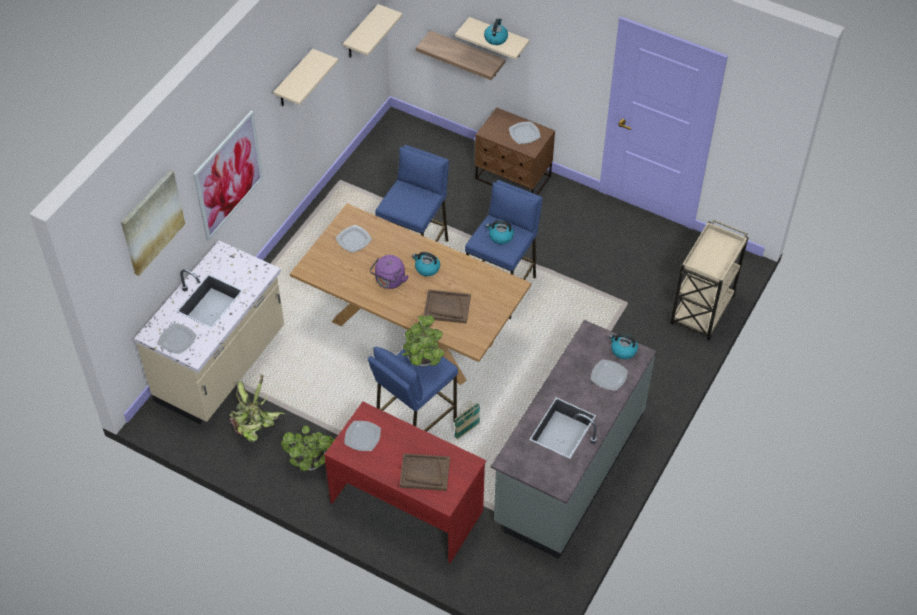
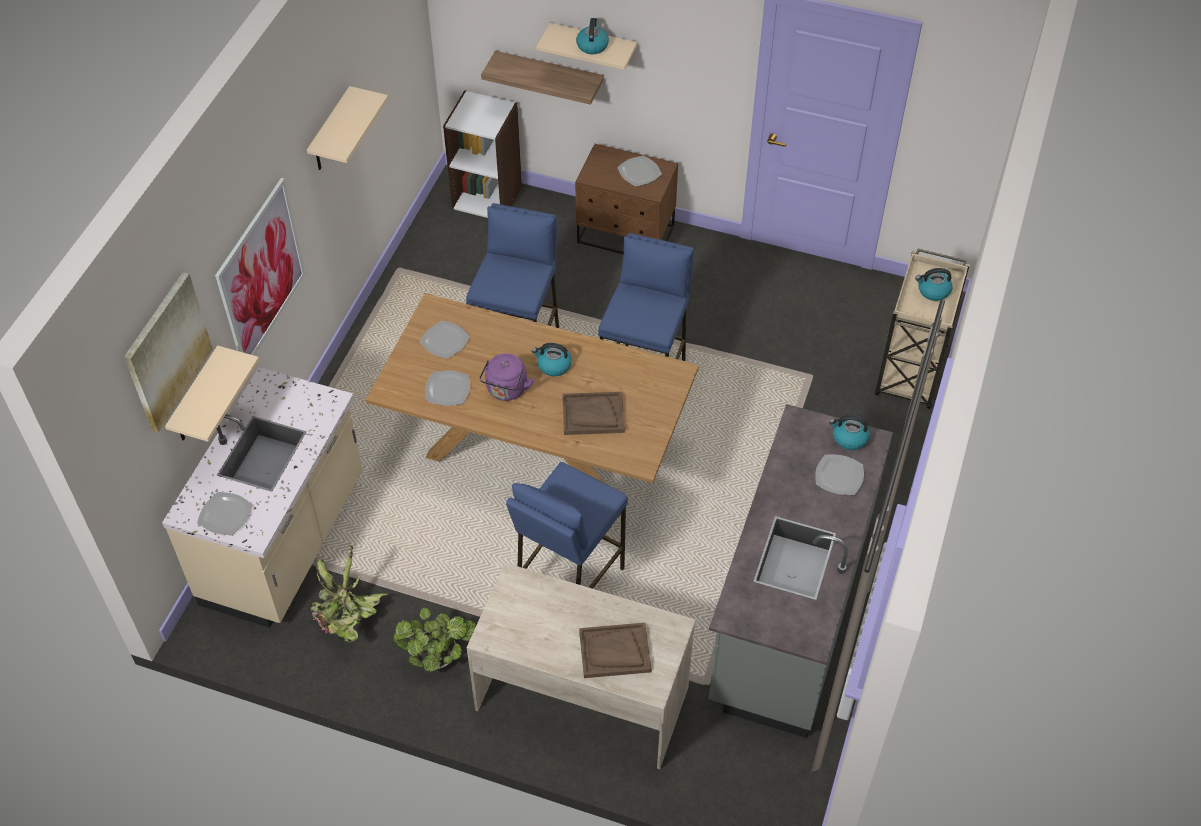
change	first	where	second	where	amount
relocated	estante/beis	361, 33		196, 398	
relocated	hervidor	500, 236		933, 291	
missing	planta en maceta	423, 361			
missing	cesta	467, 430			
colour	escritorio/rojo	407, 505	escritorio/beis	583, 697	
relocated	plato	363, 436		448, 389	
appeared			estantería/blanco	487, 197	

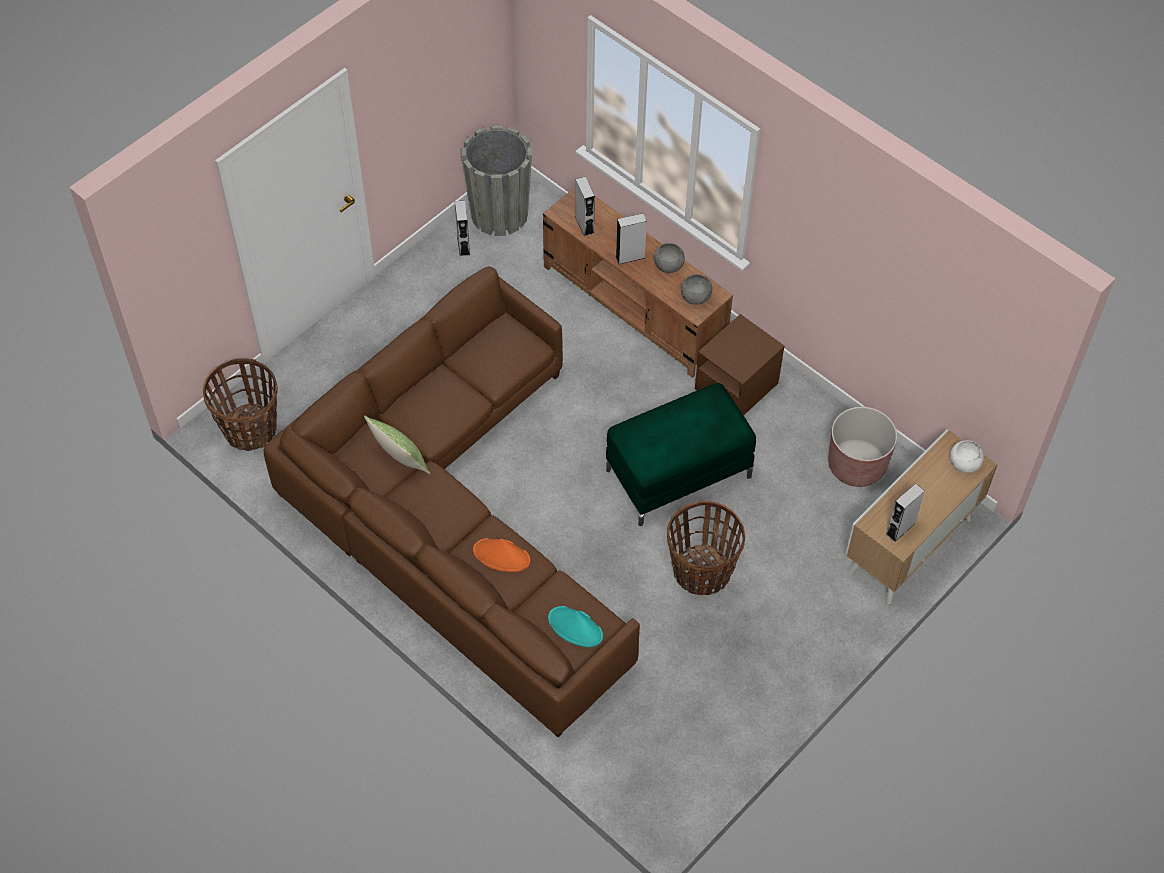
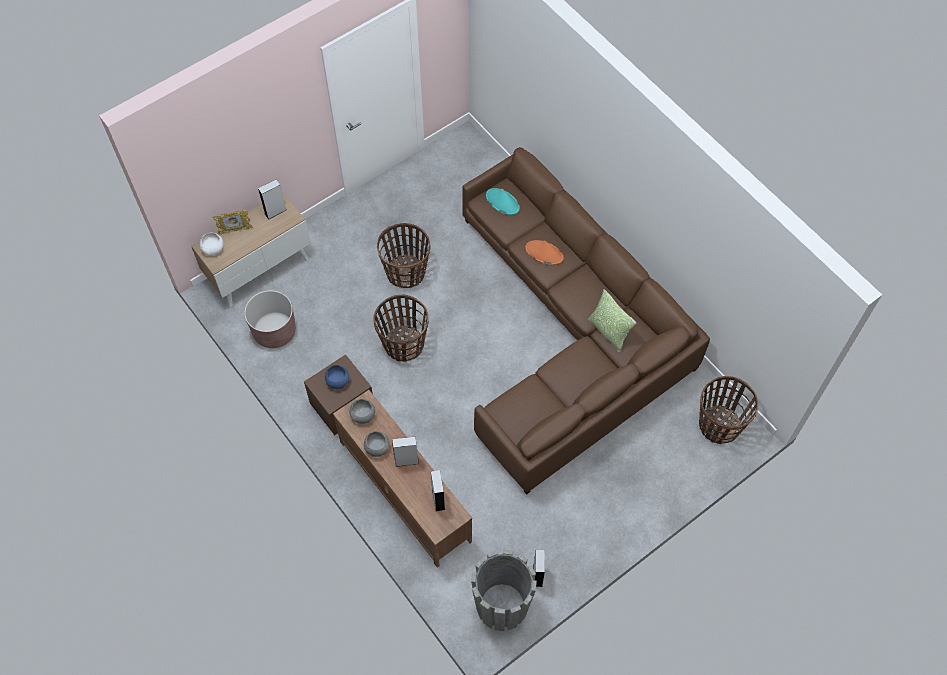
change	first	where	second	where	amount
exchanged	puf/verde	679, 472	cesta	403, 344	
appeared			portarretratos	235, 230	
appeared			cuenco/azul	338, 381	

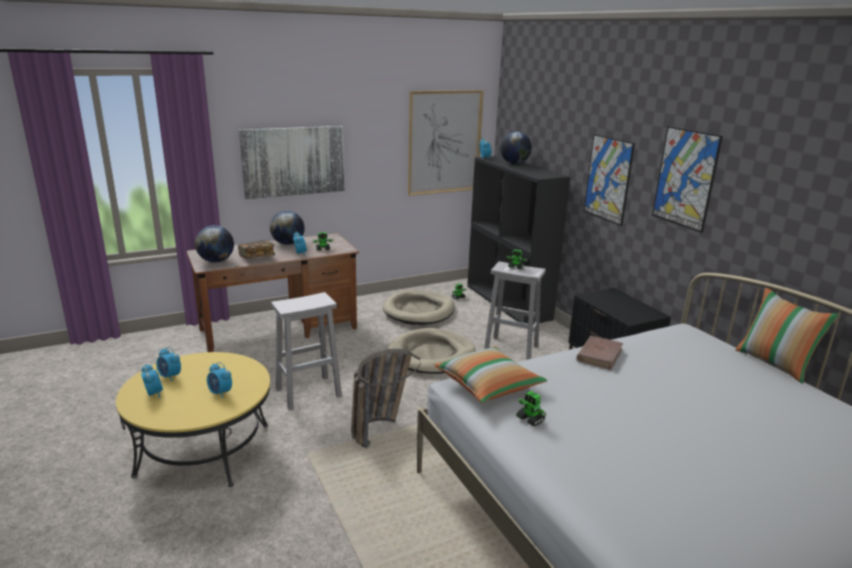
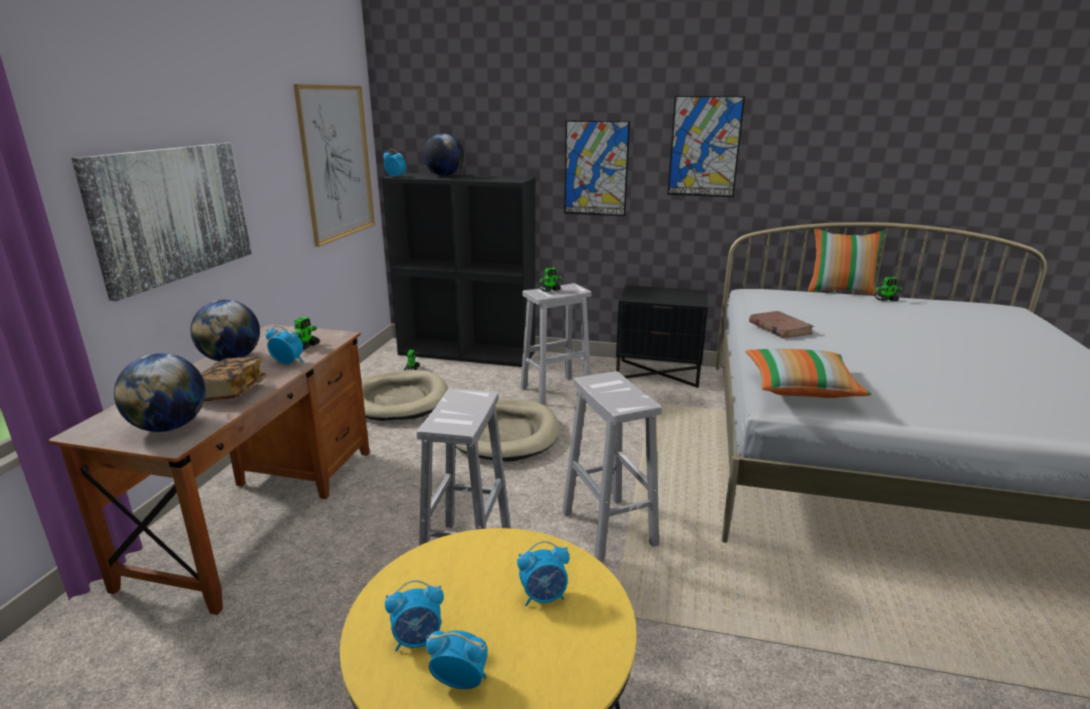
change	first	where	second	where	amount
exchanged	cesta	380, 426	taburete/blanco	610, 529	
relocated	robot de juguete	530, 419		886, 300	

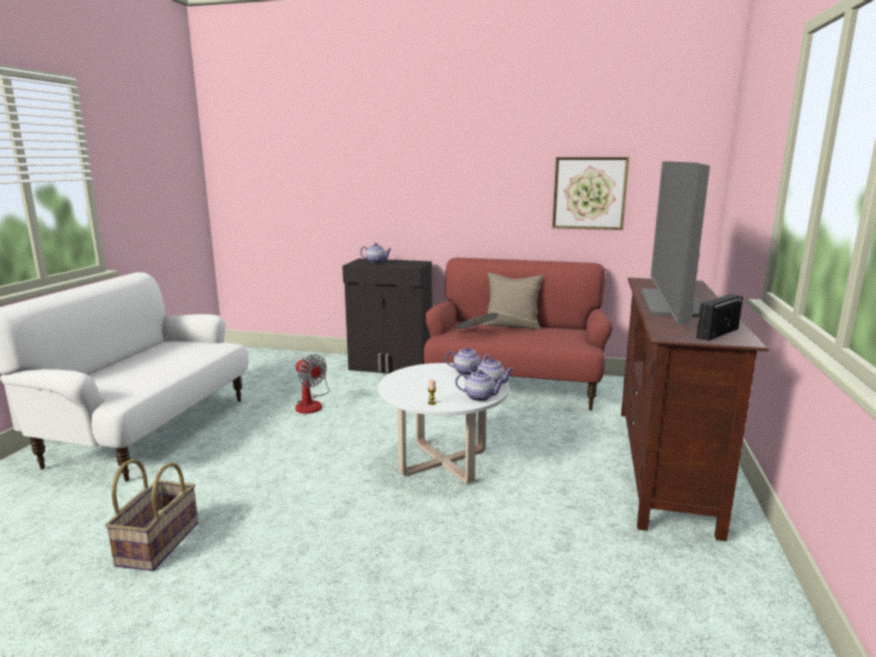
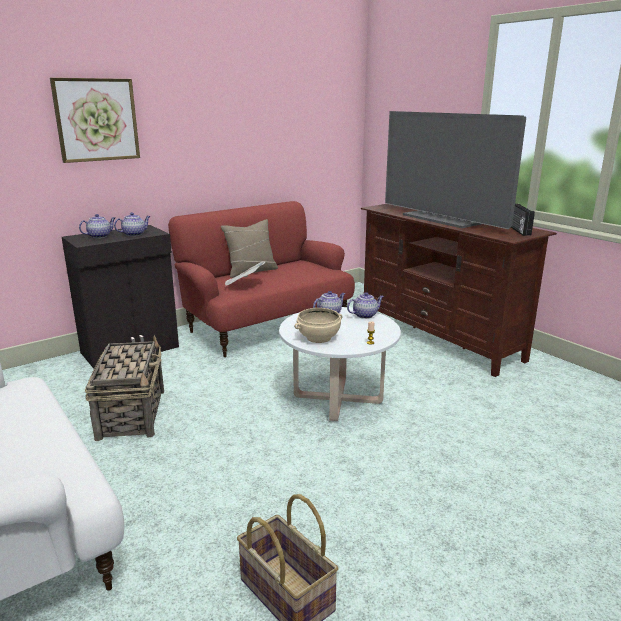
change	first	where	second	where	amount
relocated	cuadro	589, 193		96, 120	
exchanged	ventilador	311, 404	cesta	132, 413	
relocated	tetera	480, 397		134, 234	
appeared			cuenco/beis	318, 337	

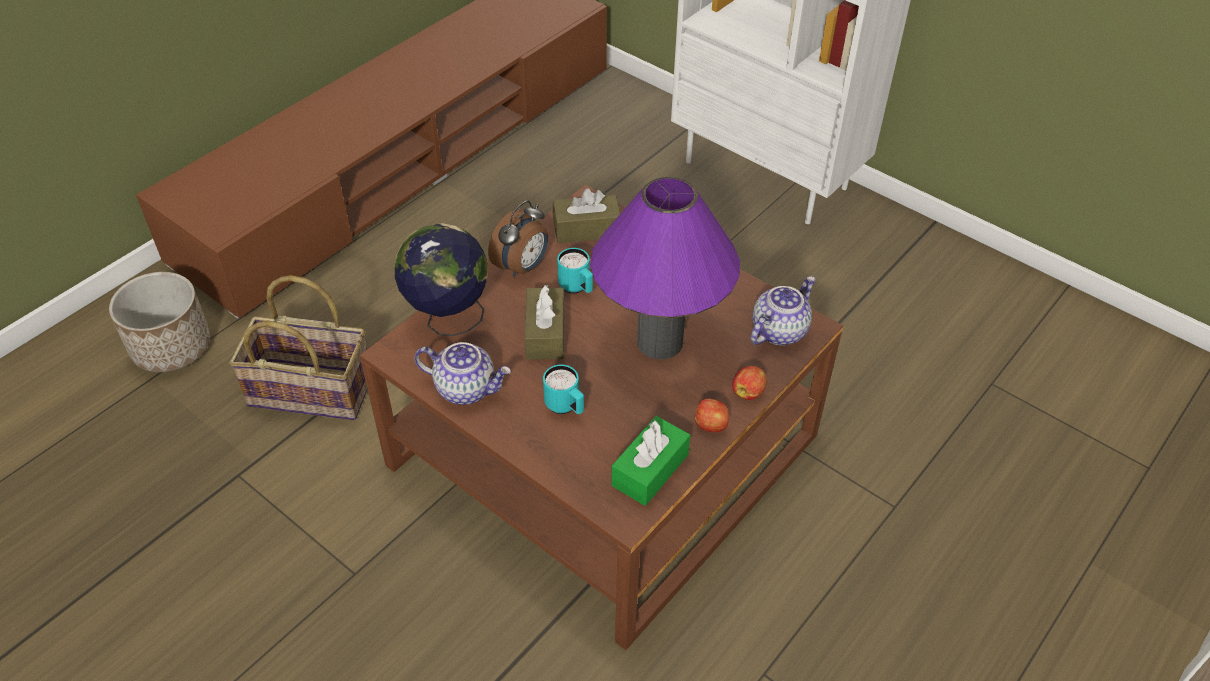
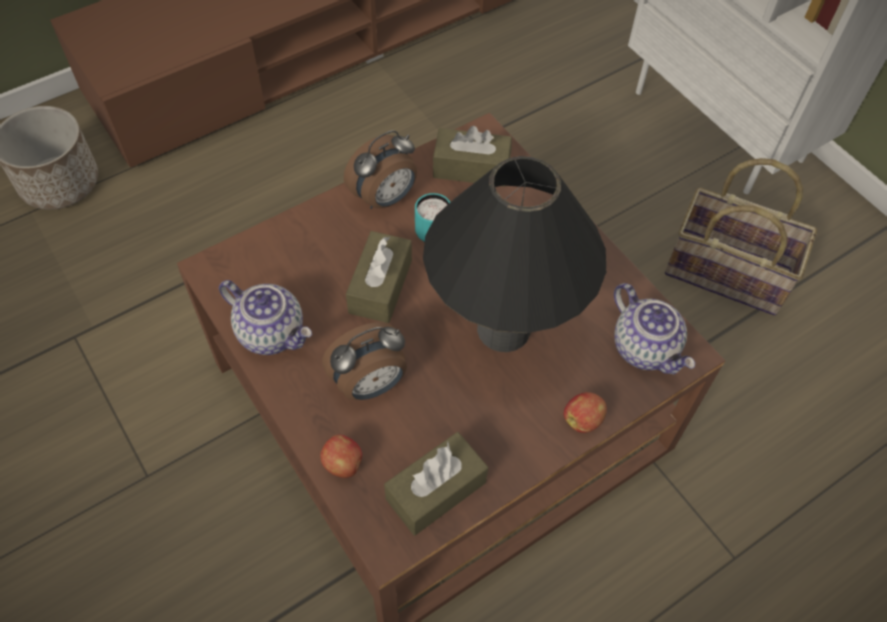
change	first	where	second	where	amount
colour	lámpara de mesa/morado	660, 342	lámpara de mesa/negro	503, 329	
missing	globo terráqueo	448, 320			
relocated	cesta	312, 389		728, 271	
spun	tetera	778, 330		646, 348	90 degrees clockwise
exchanged	taza grande/turquesa	565, 407	despertador	370, 384	
relocated	manzana	711, 425		343, 464	
colour	caja de pañuelos/verde	650, 470	caja de pañuelos/marrón	436, 490	

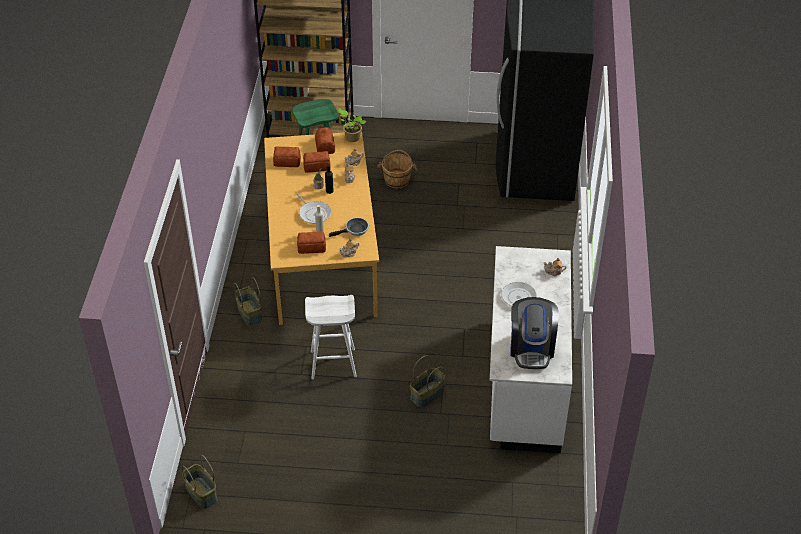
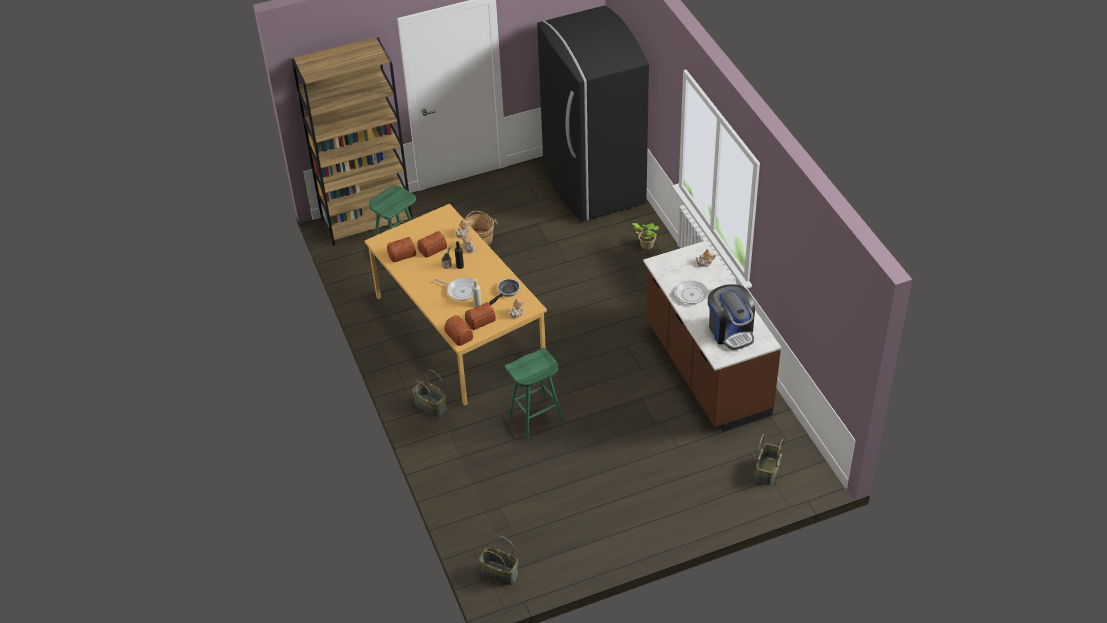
change	first	where	second	where	amount
relocated	planta en maceta	351, 137		645, 245	
relocated	pan	325, 145		459, 334	
colour	mueble bajo de cocina/blanco	524, 382	mueble bajo de cocina/marrón	705, 370	
colour	taburete/blanco	332, 364	taburete/verde	535, 420	
relocated	cesta	427, 395		768, 471	

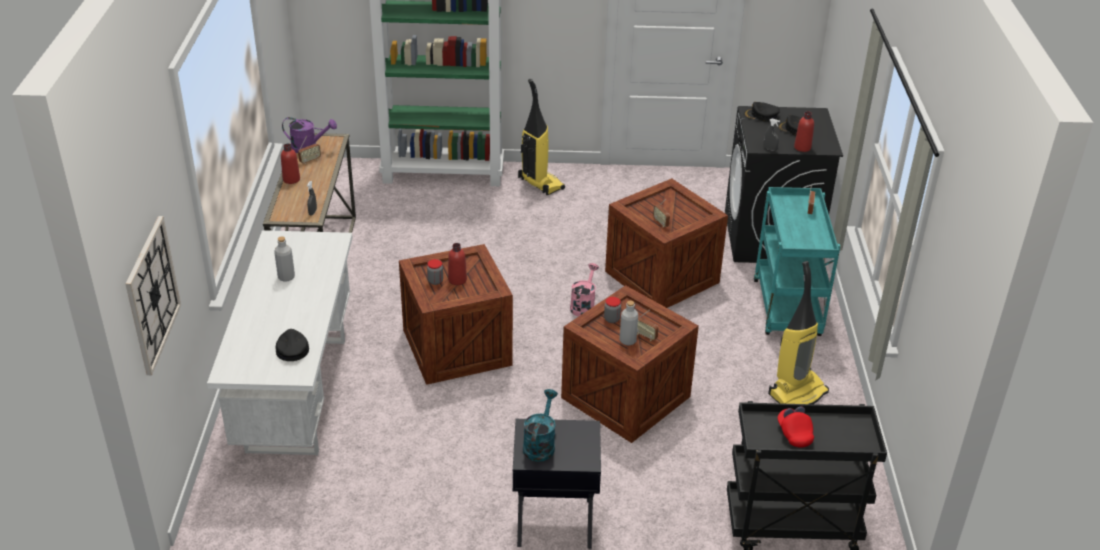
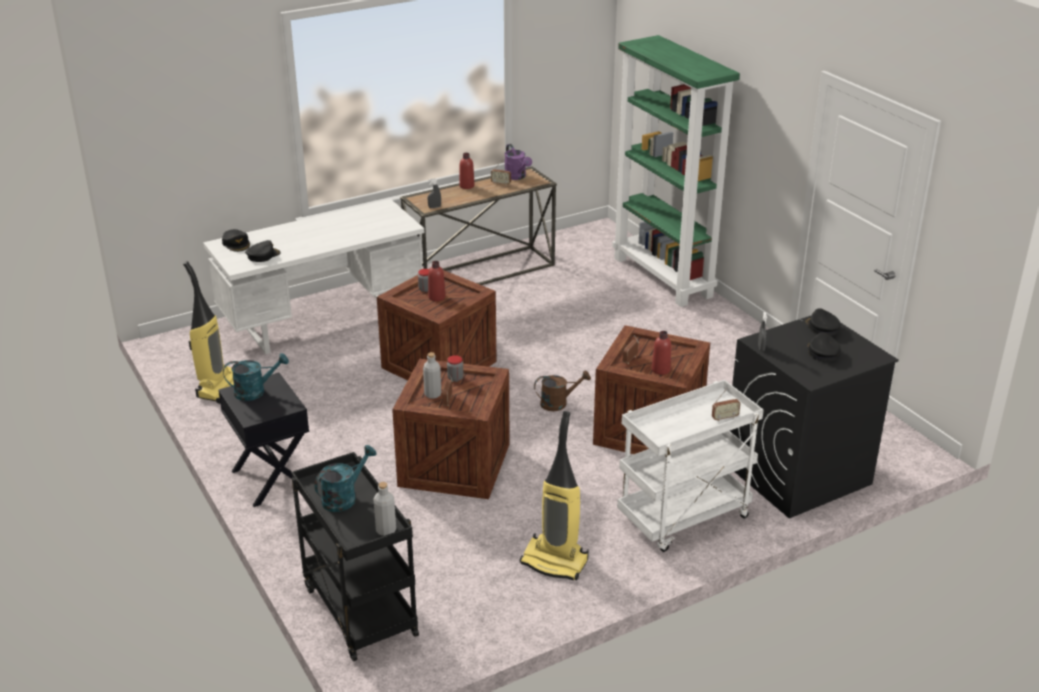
change	first	where	second	where	amount
relocated	aspiradora	540, 184		220, 387	
relocated	botella/rojo	802, 147		660, 370	
colour	carrito/turquesa	788, 310	carrito/blanco	683, 519	
missing	reloj de pared	152, 294			
relocated	botella/gris	286, 277		386, 530	
colour	regadera/rosa	583, 305	regadera/marrón	558, 403	
exchanged	gorra/rojo	794, 433	regadera/turquesa	344, 497	
appeared			gorra/negro	236, 244	

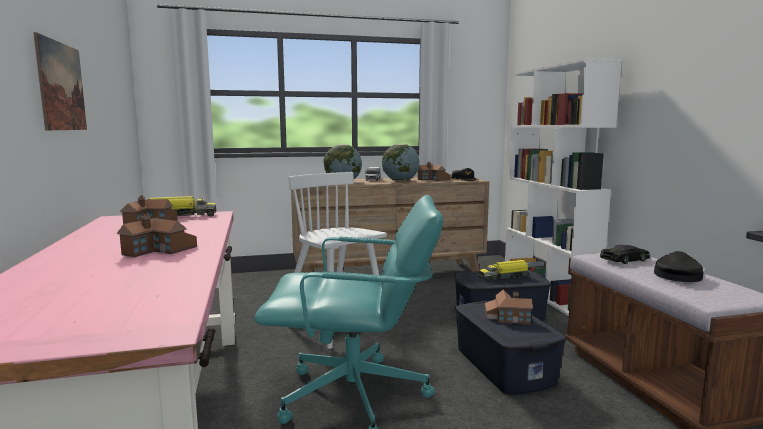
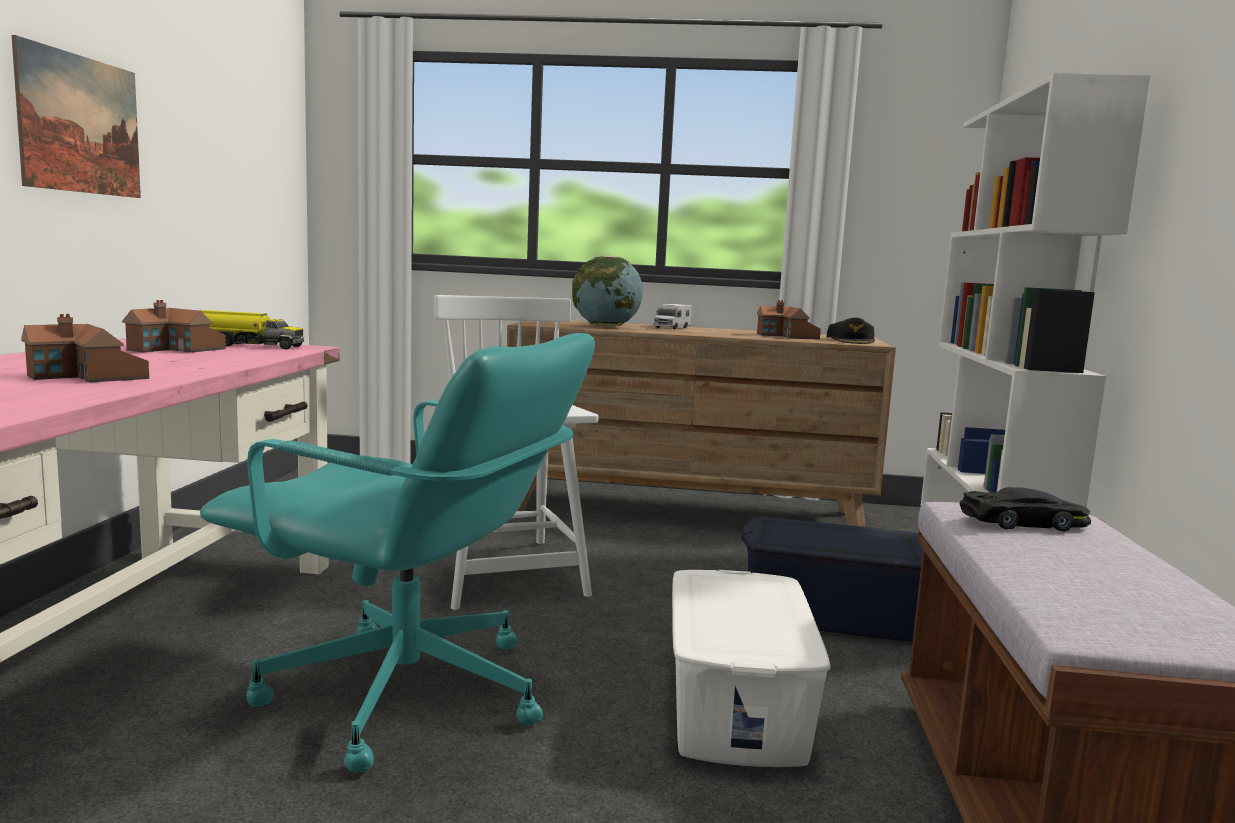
change	first	where	second	where	amount
missing	globo terráqueo	400, 181			
missing	gorra/negro	677, 275			
missing	camión de juguete	504, 277			
missing	casita	506, 317			
colour	caja de almacenaje/azul	504, 365	caja de almacenaje/blanco	737, 705	

